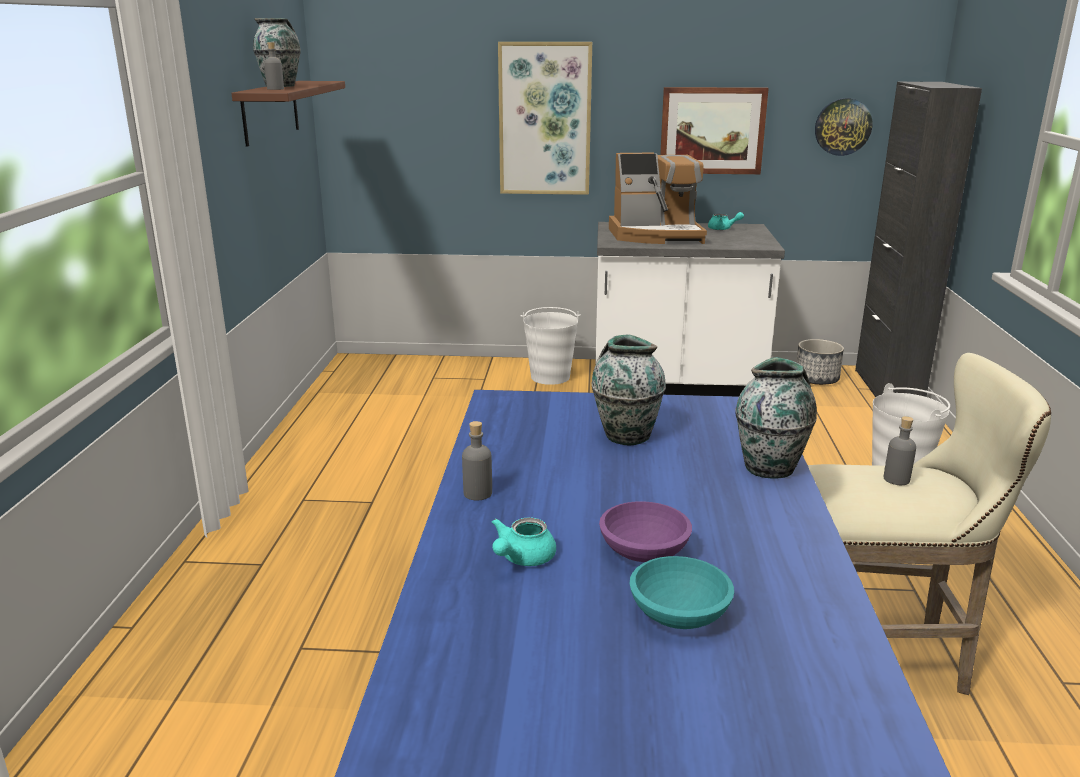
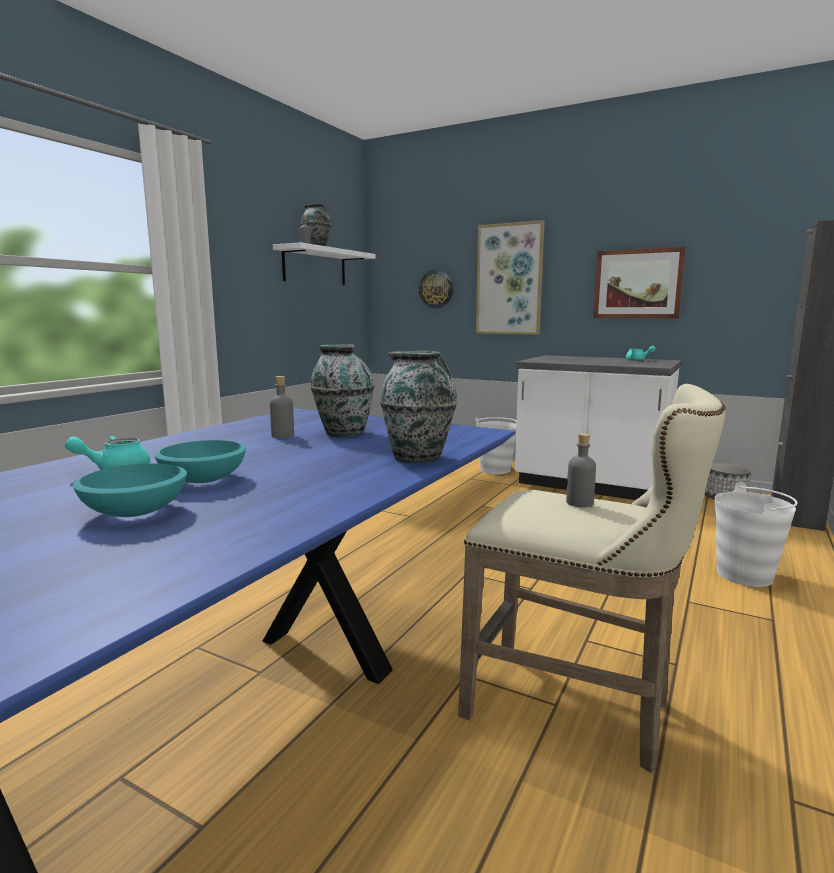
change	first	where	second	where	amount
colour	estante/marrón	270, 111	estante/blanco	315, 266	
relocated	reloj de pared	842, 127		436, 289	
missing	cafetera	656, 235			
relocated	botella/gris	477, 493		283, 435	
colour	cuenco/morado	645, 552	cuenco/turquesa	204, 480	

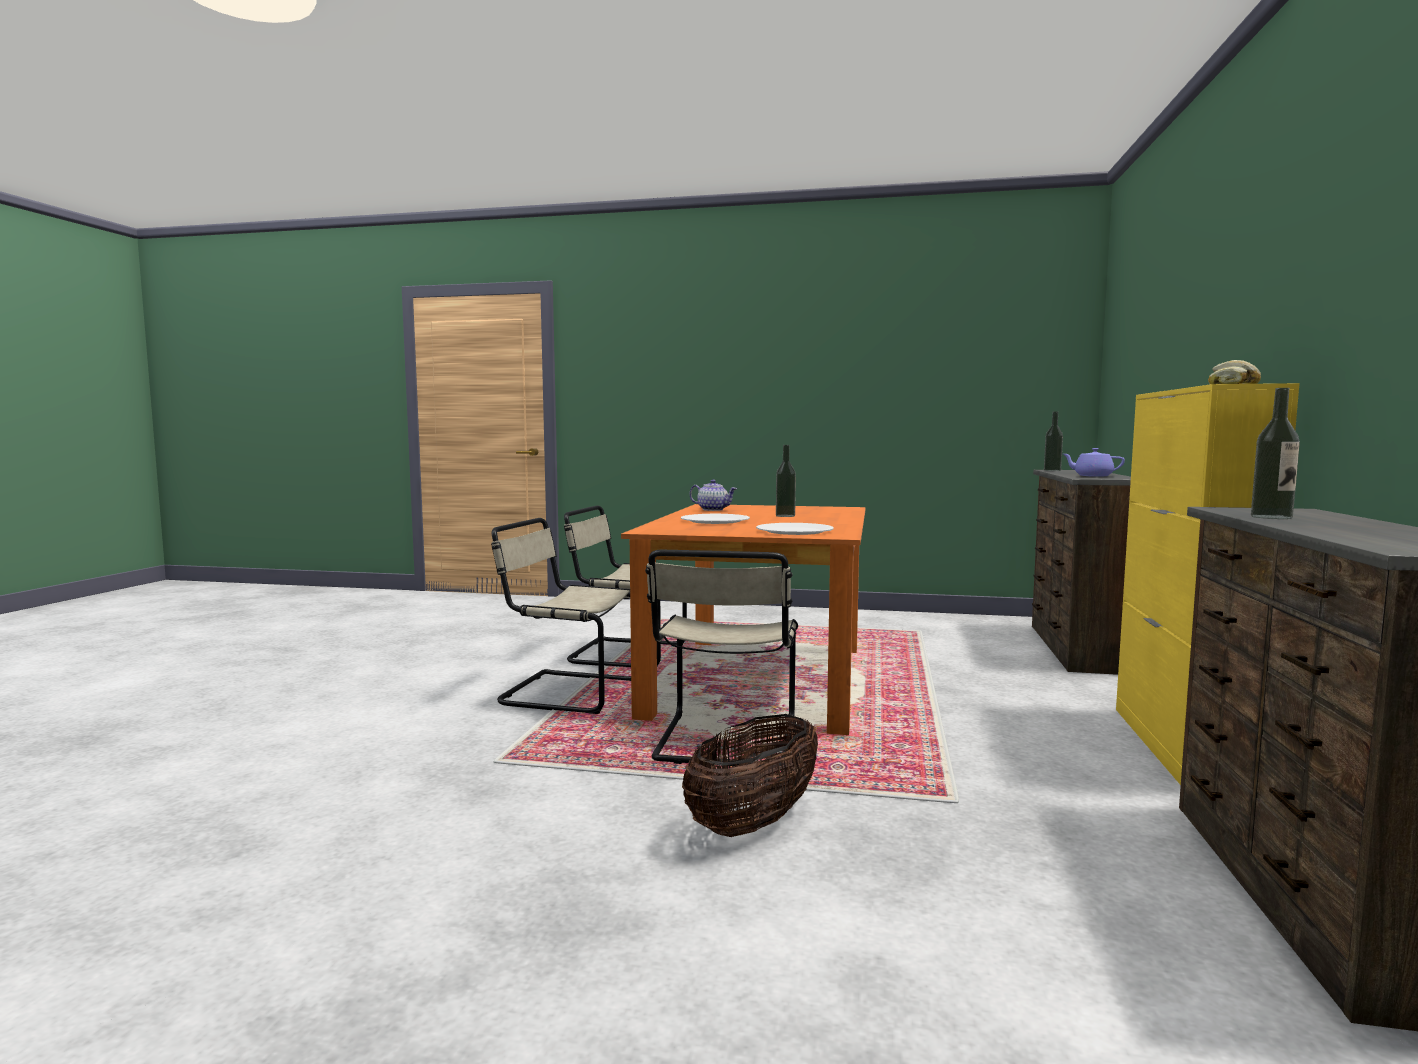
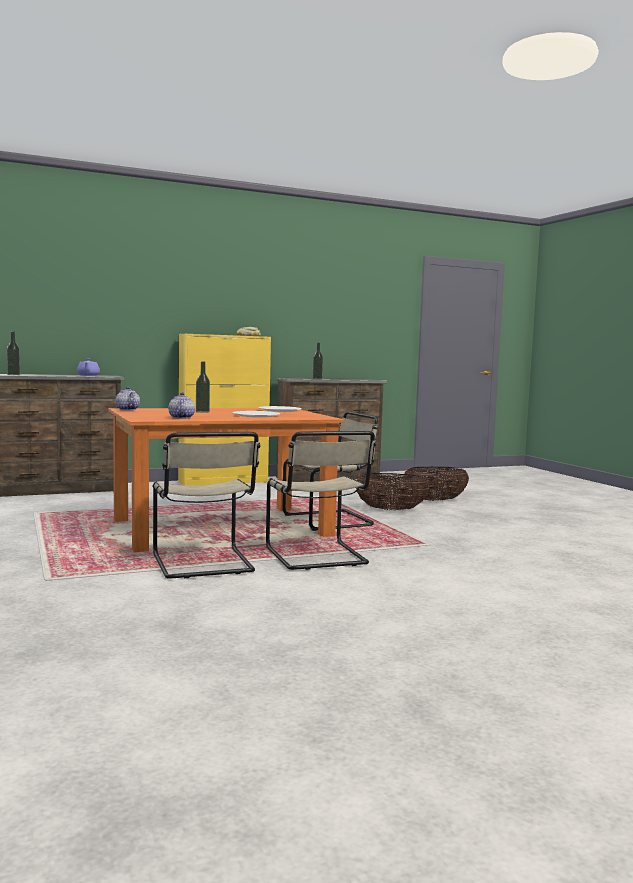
change	first	where	second	where	amount
appeared			tetera	127, 409	
appeared			cesta	434, 500	

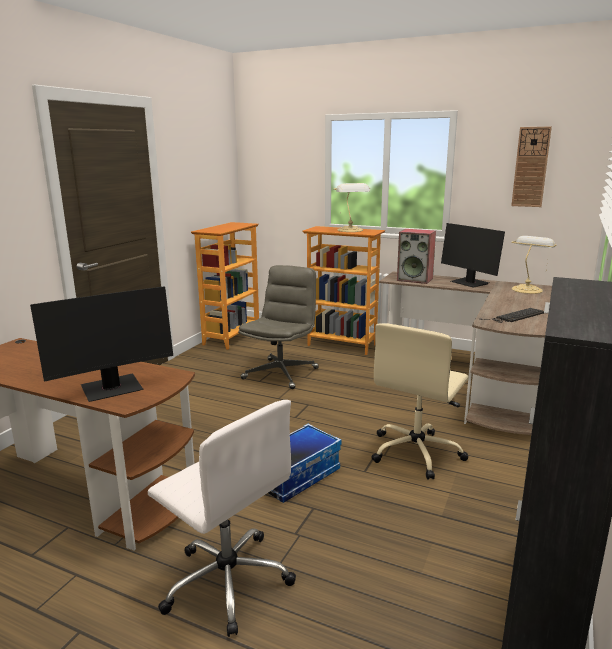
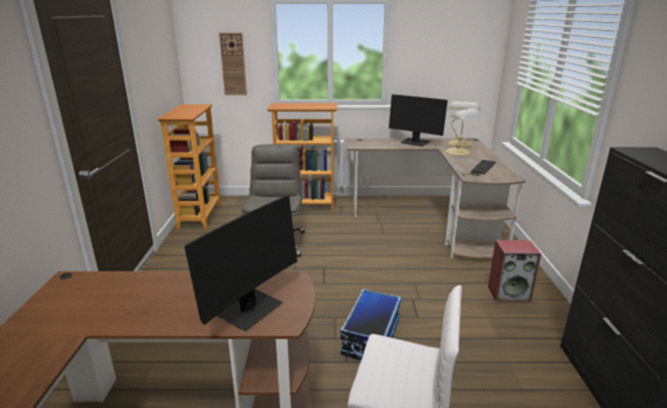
change	first	where	second	where	amount
relocated	reloj de pared	531, 167		233, 64	
relocated	lámpara de mesa	351, 230		459, 152	
relocated	altavoz	415, 279		509, 294	
missing	silla de oficina/beis	416, 452			

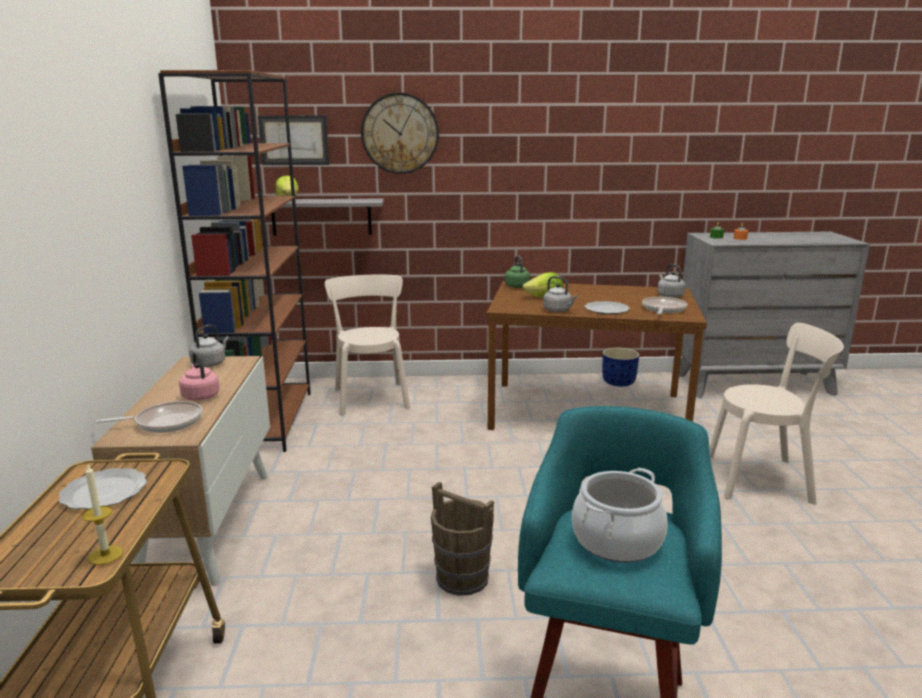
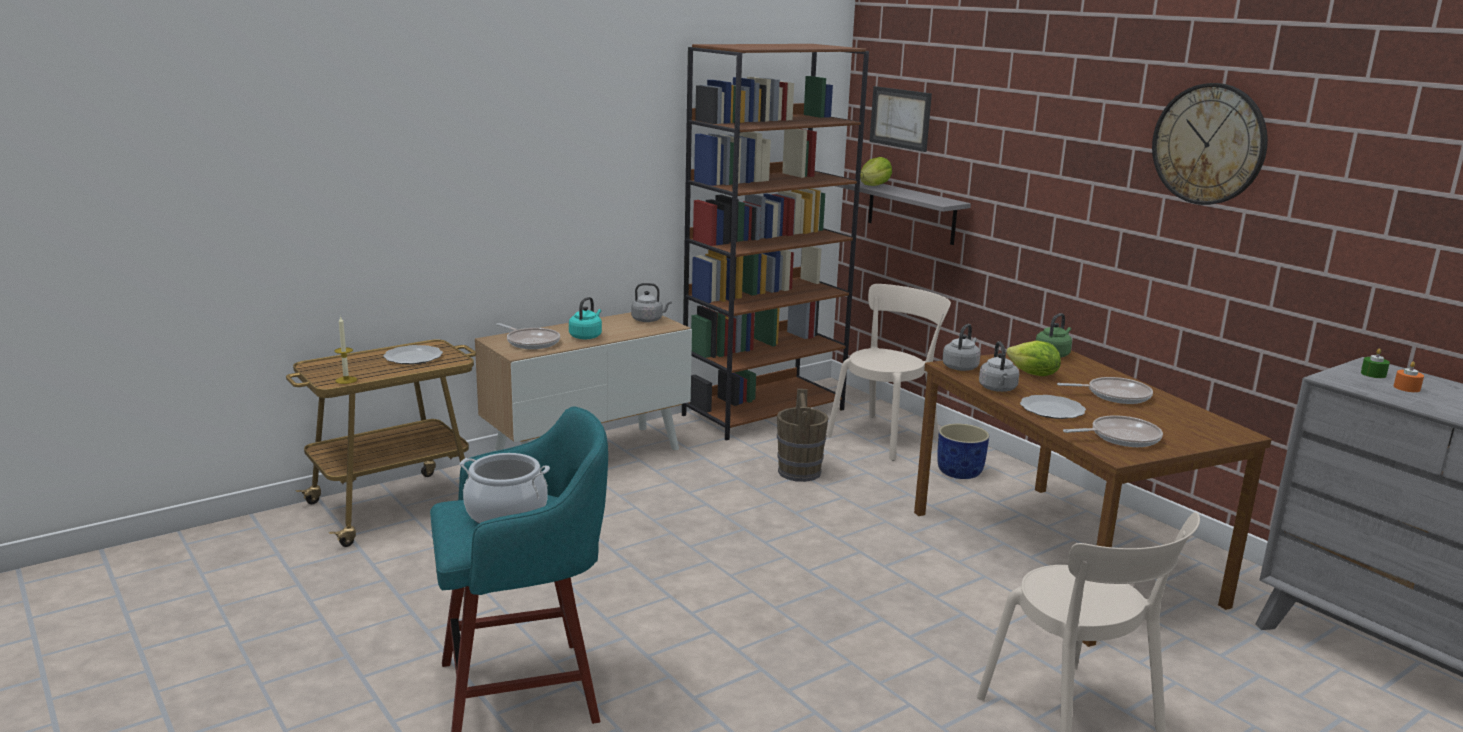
change	first	where	second	where	amount
relocated	reloj de pared	400, 133		1209, 144	
relocated	hervidor/gris	669, 296		961, 367	
relocated	maceta/azul	618, 382		960, 472	
colour	hervidor/rosa	200, 396	hervidor/turquesa	586, 336	
relocated	cubo/marrón	462, 578		799, 472	
appeared			sartén	1114, 395	

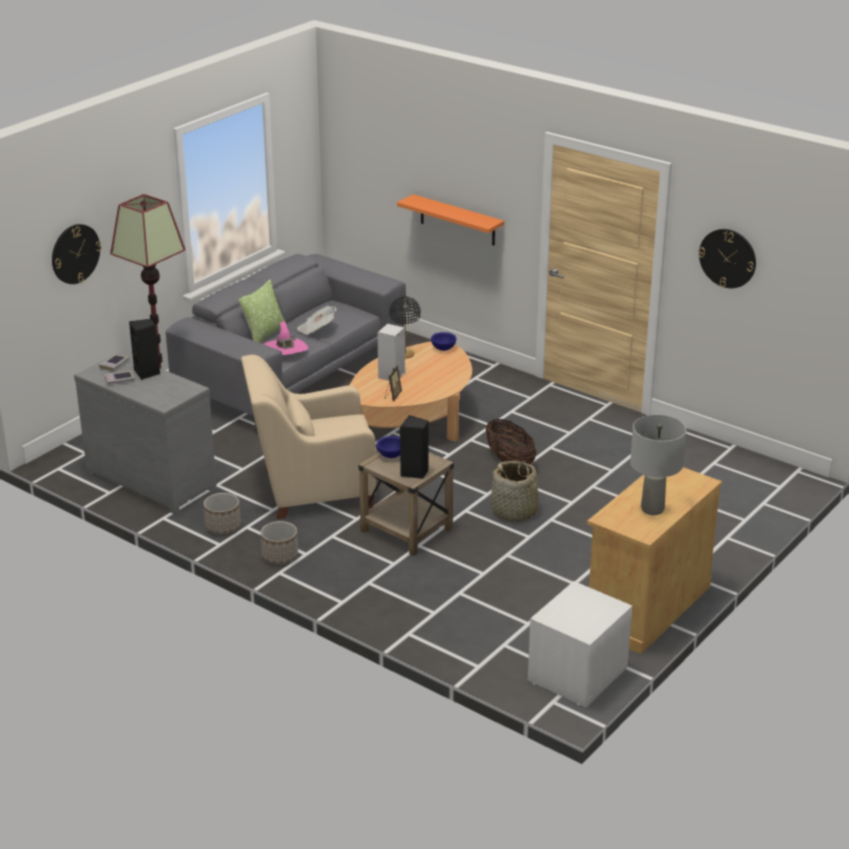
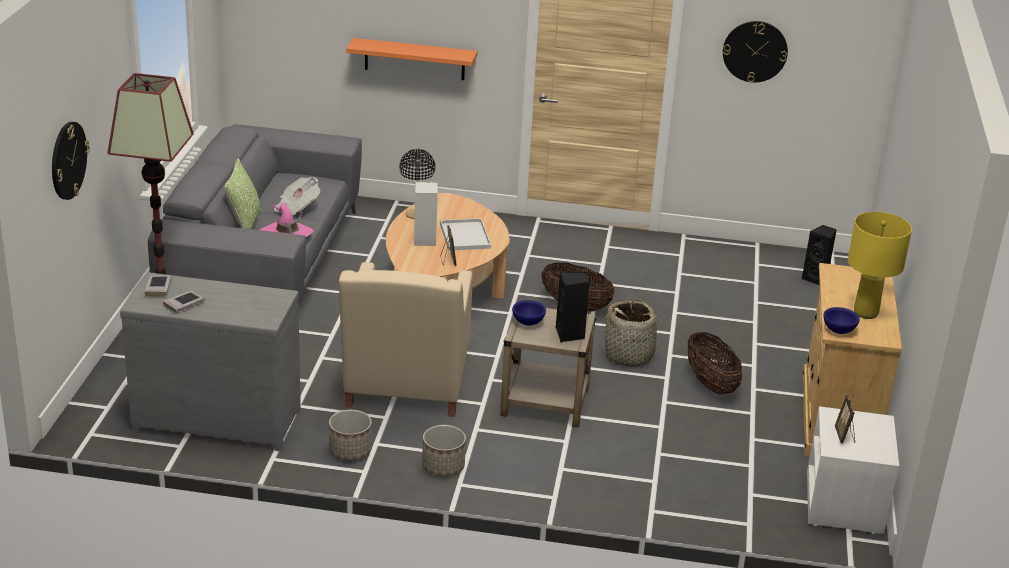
change	first	where	second	where	amount
relocated	altavoz/negro	147, 373		816, 279	
relocated	cuenco/azul	443, 348		838, 330	
spun	sillón/beis	312, 489		406, 384	45 degrees counterclockwise
colour	lámpara de mesa/gris	652, 509	lámpara de mesa/amarillo	866, 313	
appeared			bandeja/blanco	466, 236	
appeared			cesta	711, 383	
appeared			portarretratos	844, 436	

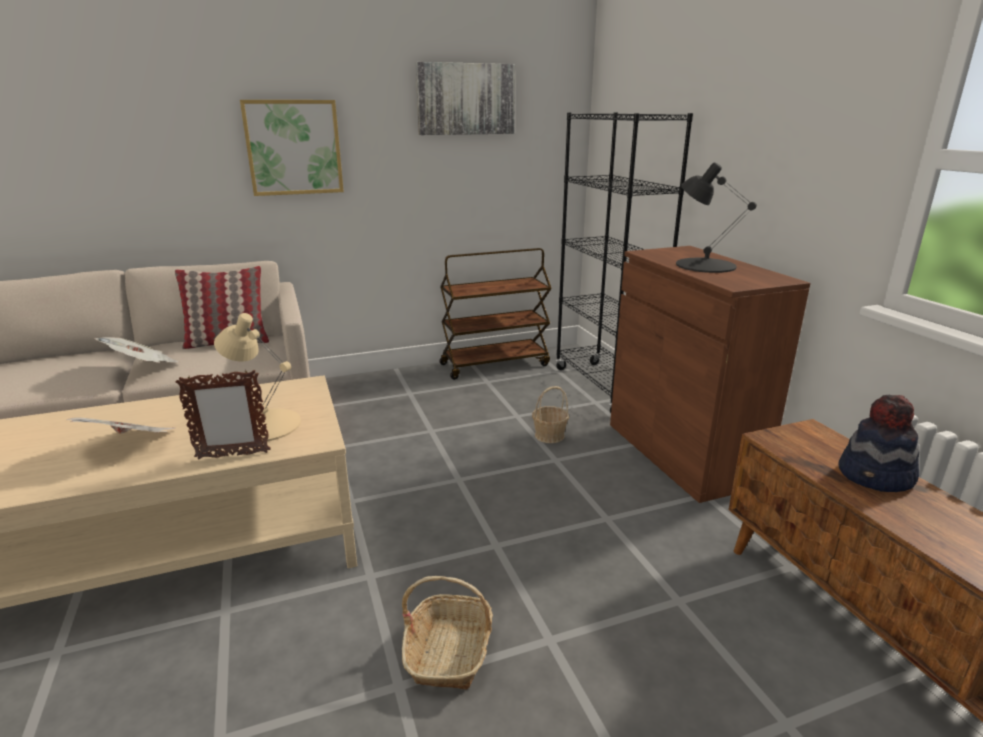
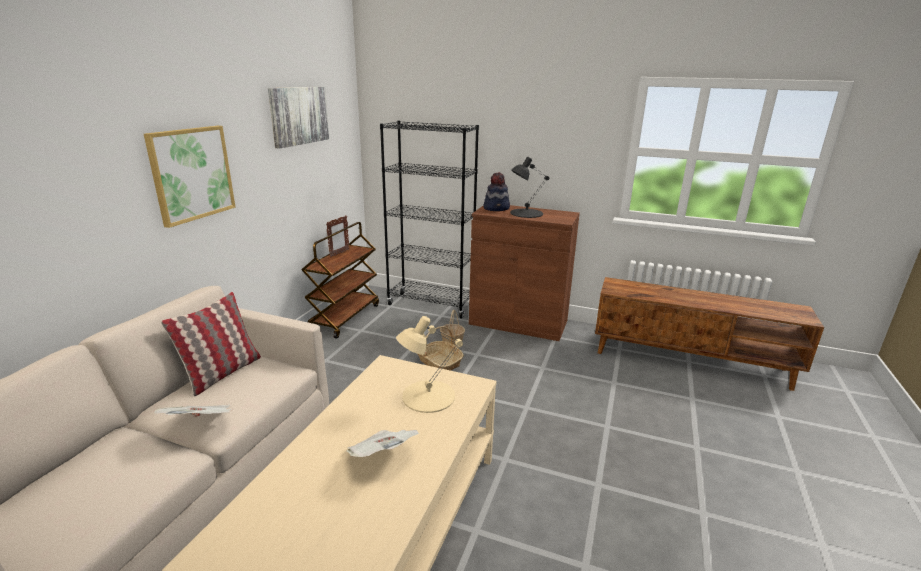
change	first	where	second	where	amount
relocated	portarretratos	232, 455		339, 253	
relocated	sombrero	876, 477		496, 208	
relocated	cesta	449, 651		439, 362	

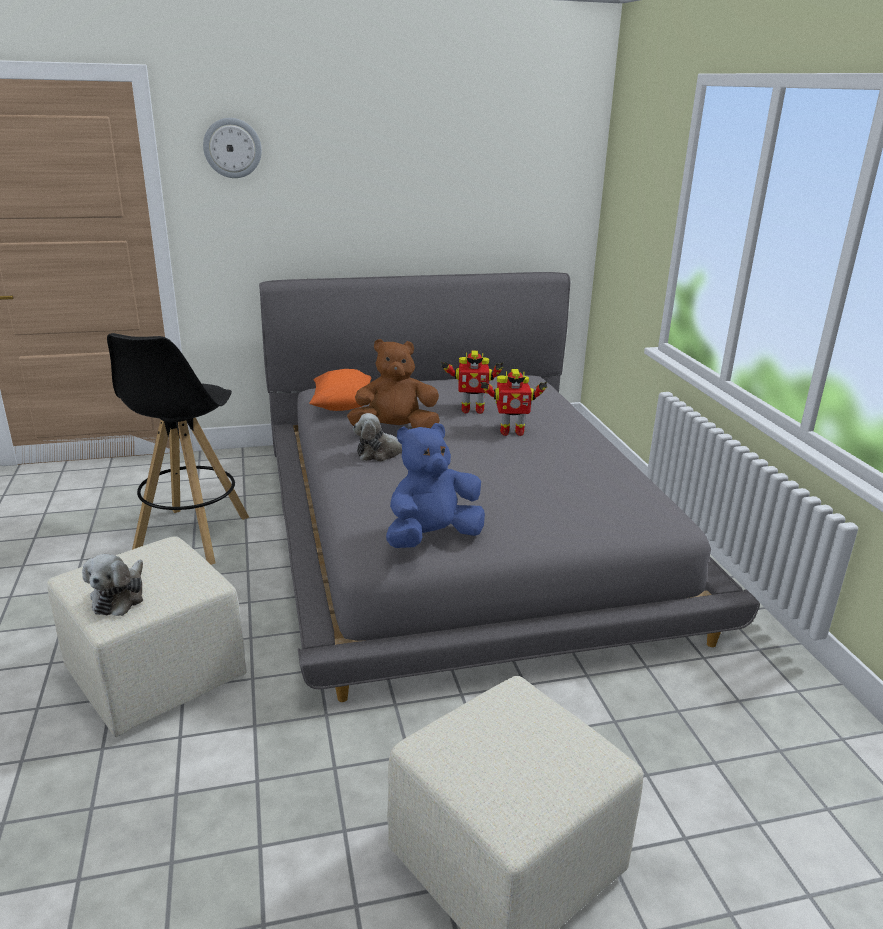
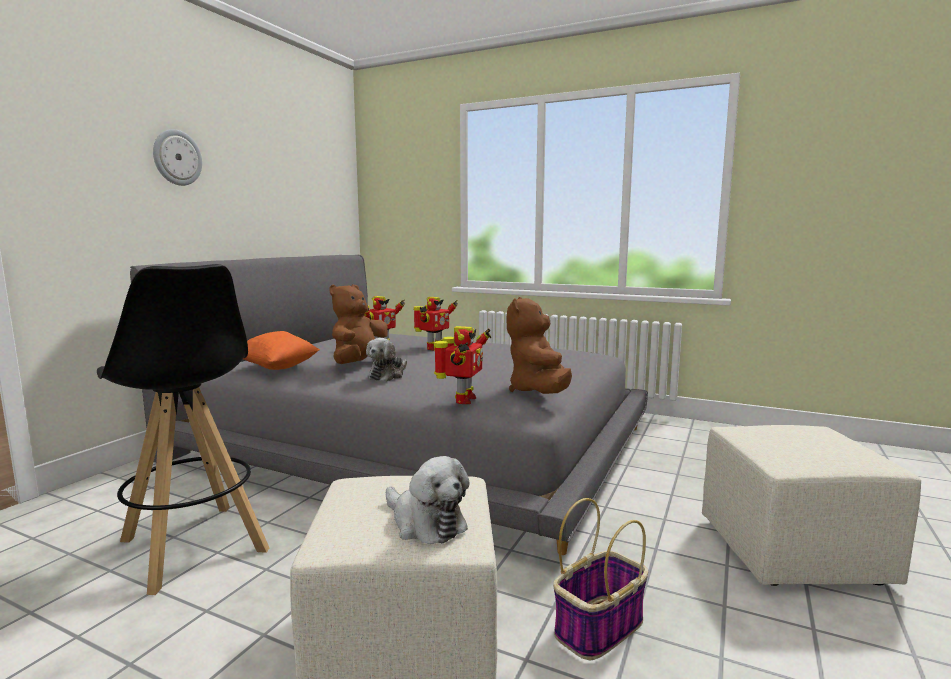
change	first	where	second	where	amount
relocated	reloj de pared	232, 148		177, 157	
colour	peluche/azul	432, 537	peluche/marrón	539, 392	
appeared			robot de juguete	462, 400	
appeared			cesta	599, 627	

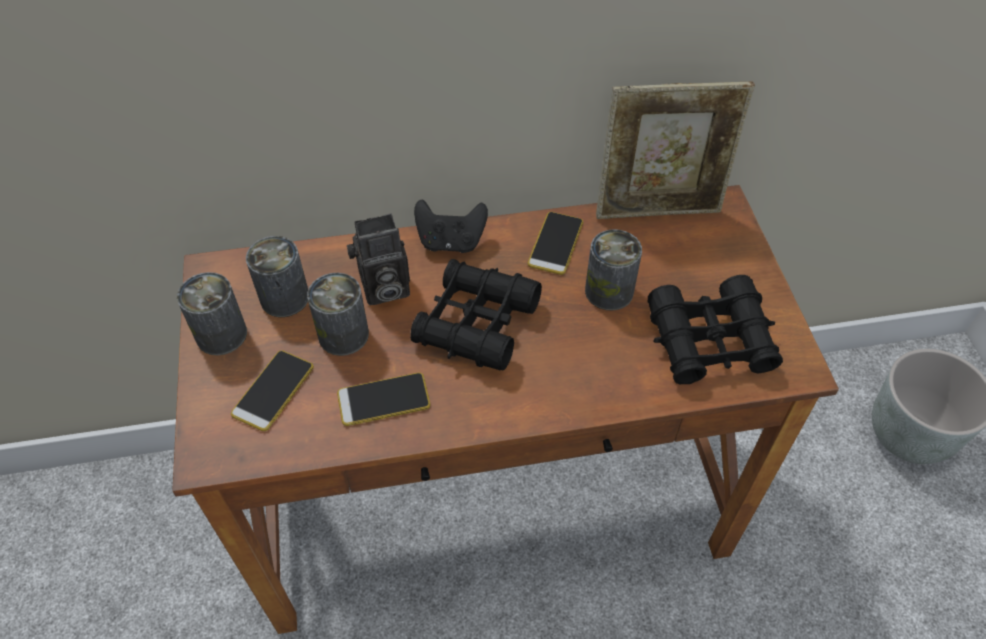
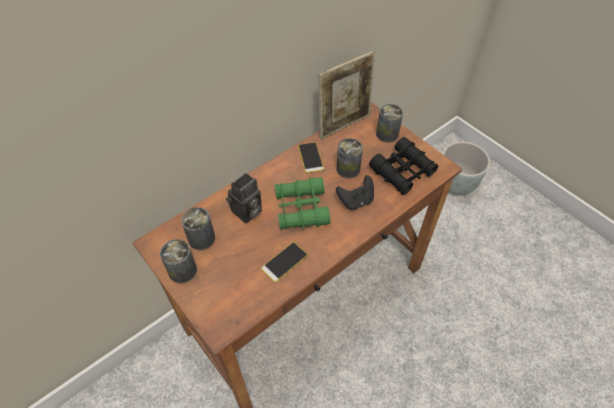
change	first	where	second	where	amount
relocated	mando de consola/negro	451, 242		356, 201	
colour	prismáticos/negro	476, 323	prismáticos/verde	301, 209	
relocated	lata	343, 335		387, 134	
missing	móvil	273, 390			

